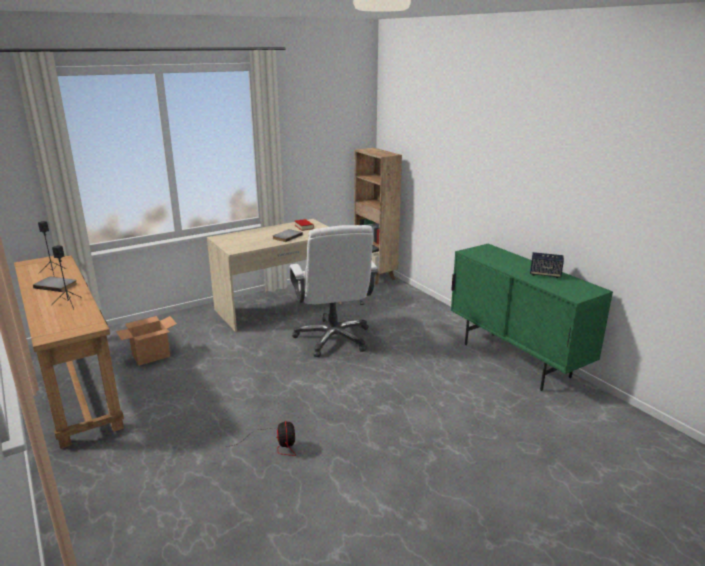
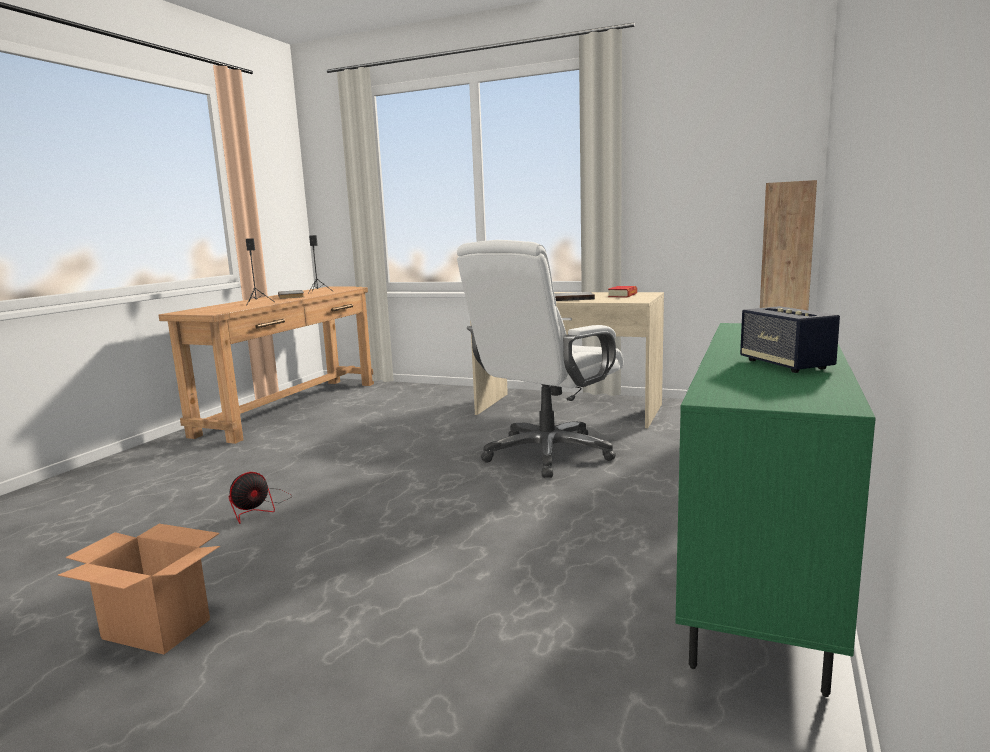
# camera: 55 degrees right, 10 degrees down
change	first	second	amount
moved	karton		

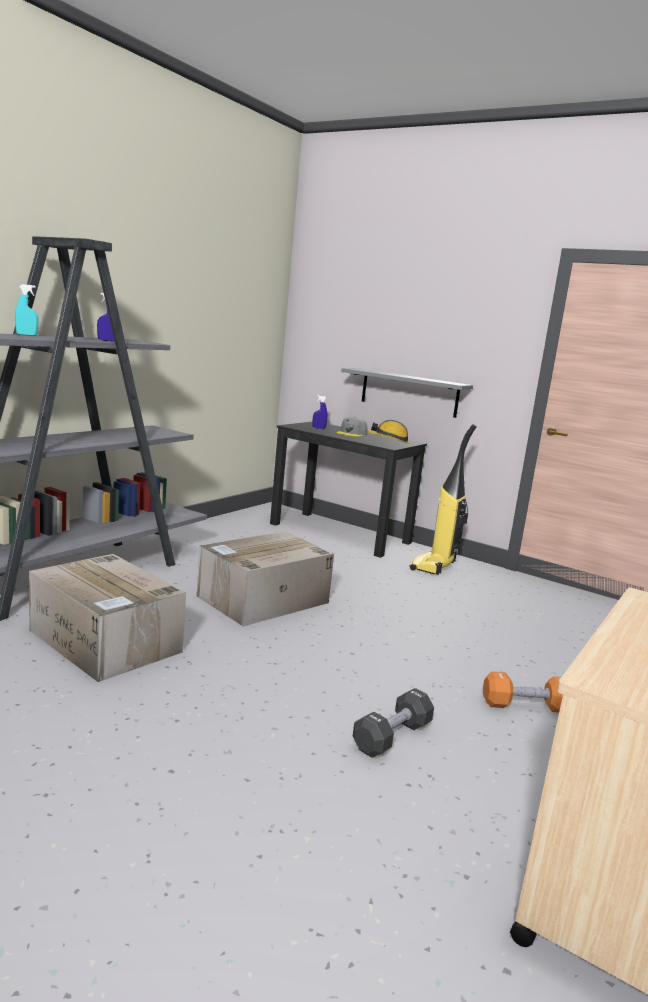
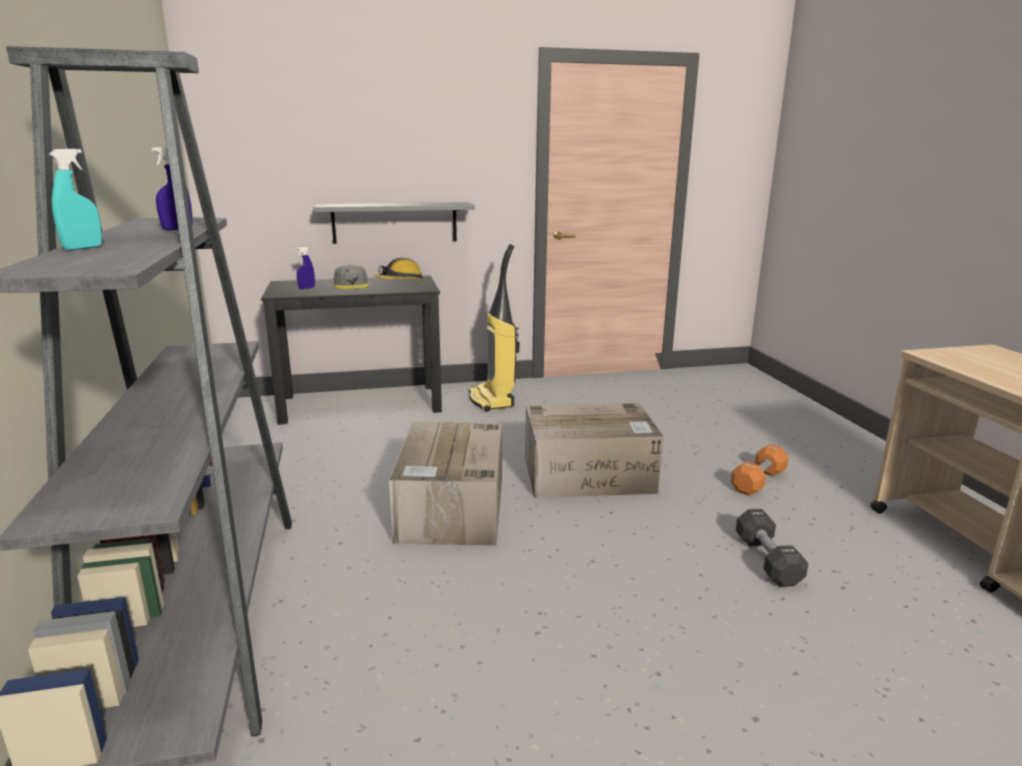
# camera: 45 degrees left, 5 degrees up
change	first	second	amount
moved	karton (1st from left in the first image)	karton (2nd from left)	

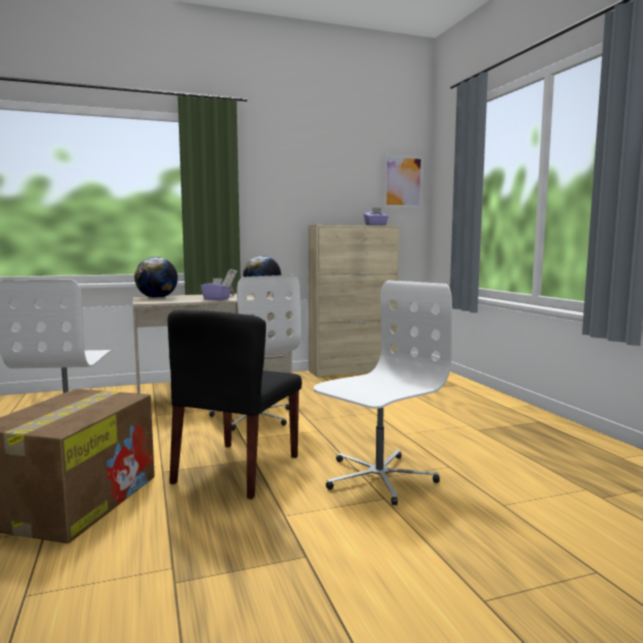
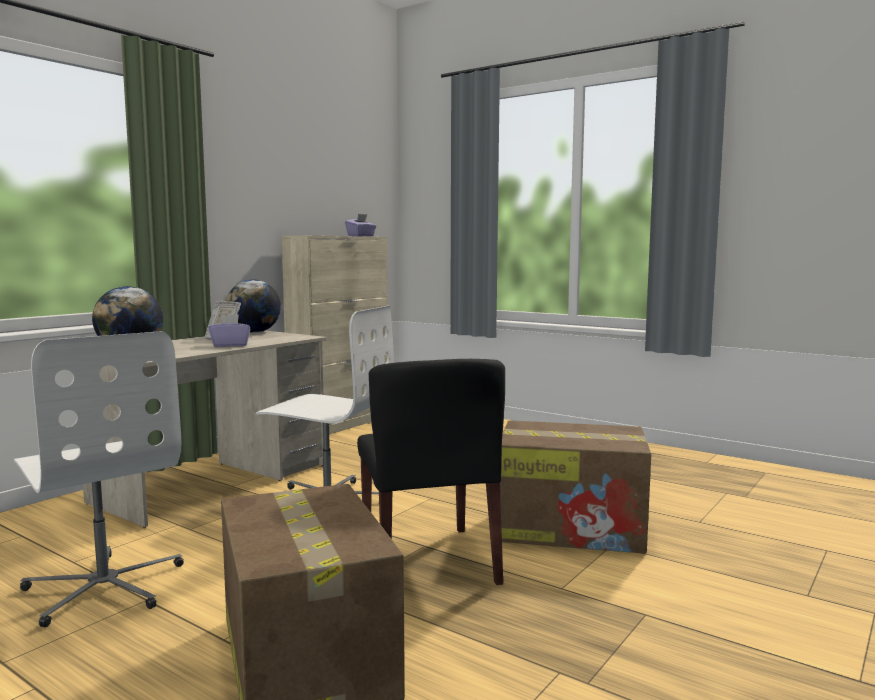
# camera: 35 degrees left, 0 degrees up
change	first	second	amount
replaced	krzesło biurowe/biały (3rd from left)	karton (2nd from left)	
removed	obraz		

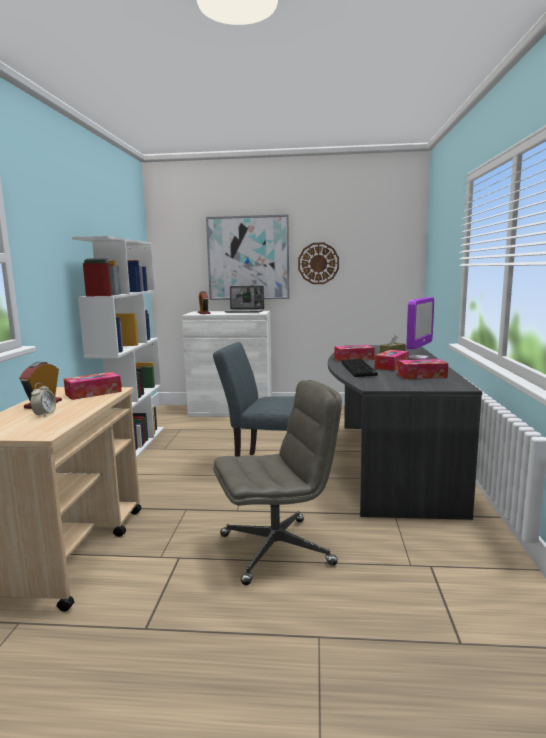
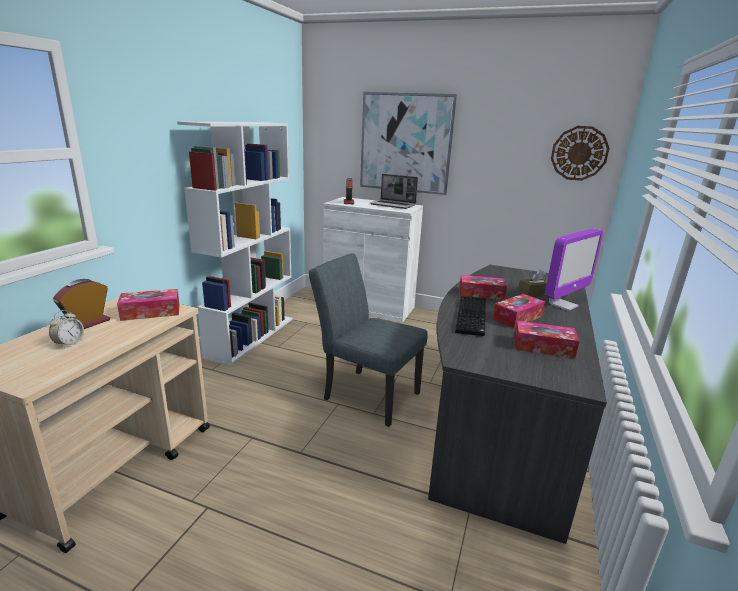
# camera: 15 degrees right, 10 degrees up
change	first	second	amount
moved	zegar ścienny		
removed	krzesło biurowe/szary		

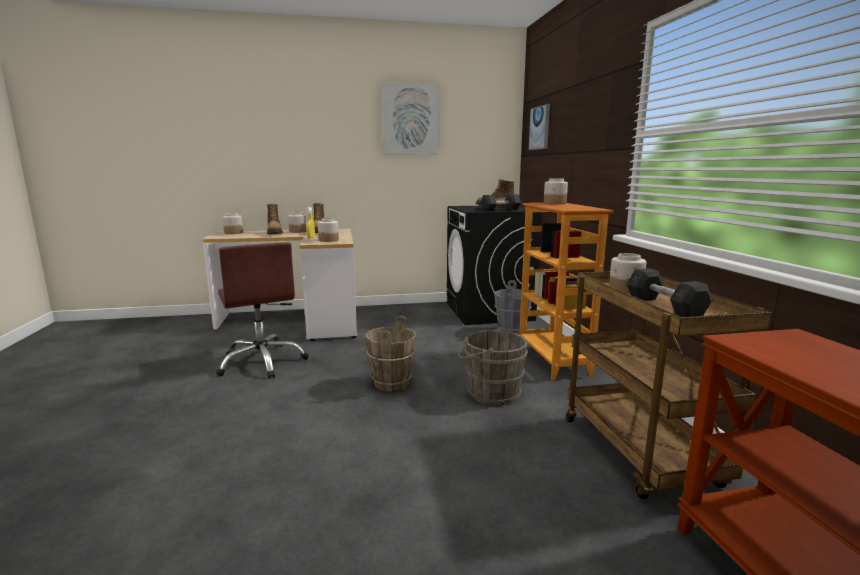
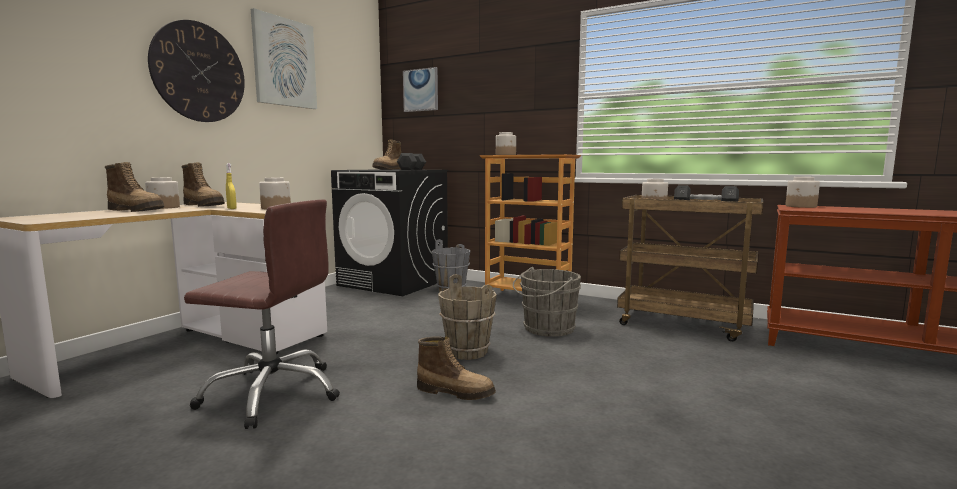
# camera: 50 degrees left, 5 degrees down
change	first	second	amount
added		zegar ścienny	
added		but z cholewką (4th from left)	
moved	słoik (1st from left in the first image)	słoik (5th from left)	

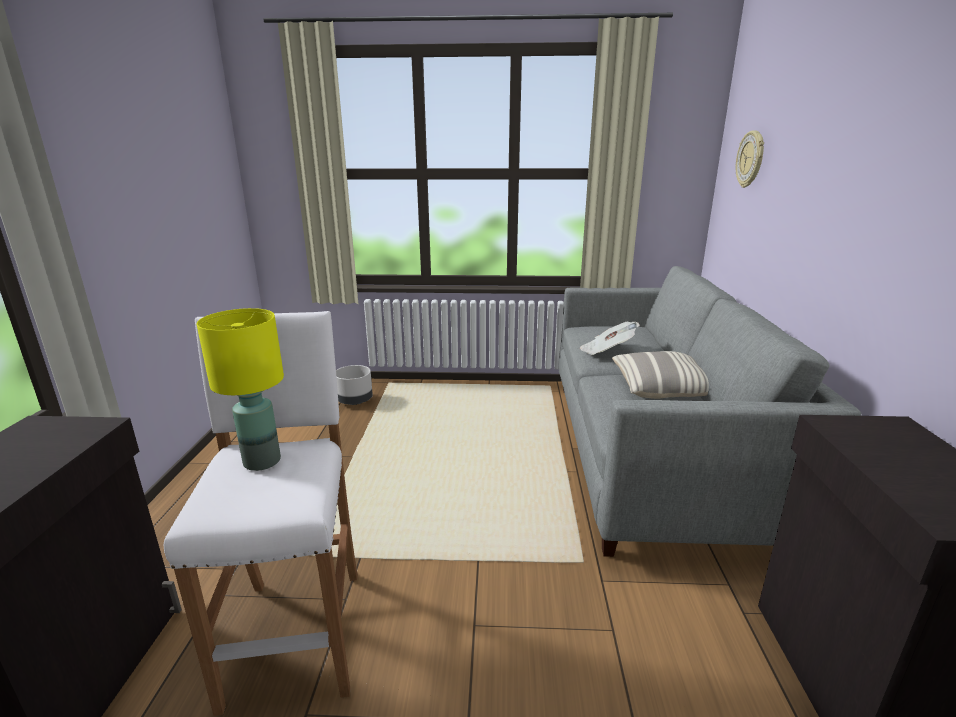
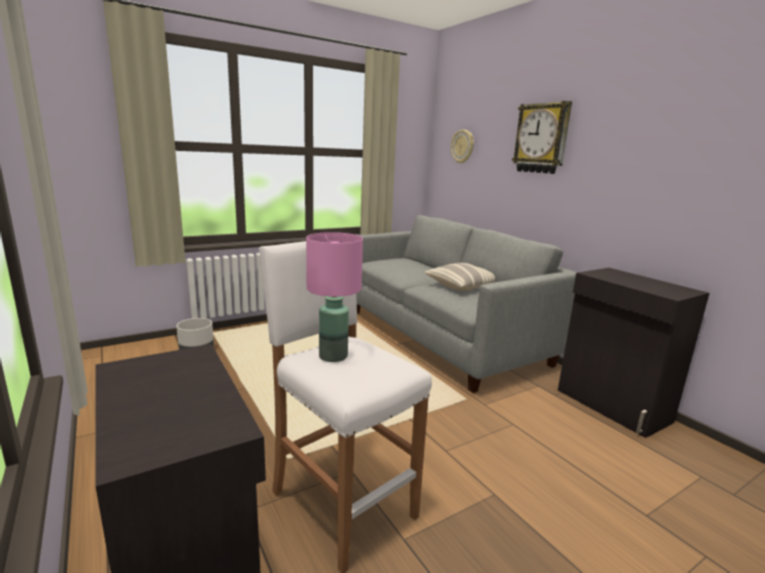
# camera: 35 degrees left, 5 degrees down
change	first	second	amount
recoloured	lampa stołowa/żółty	lampa stołowa/różowy	
added		zegar ścienny (2nd from left)	
removed	gazeta		

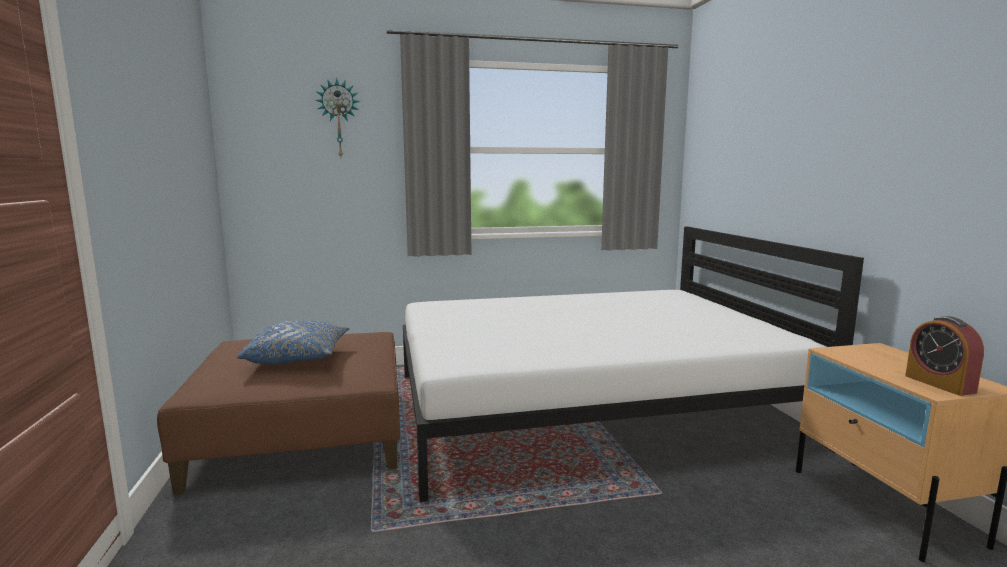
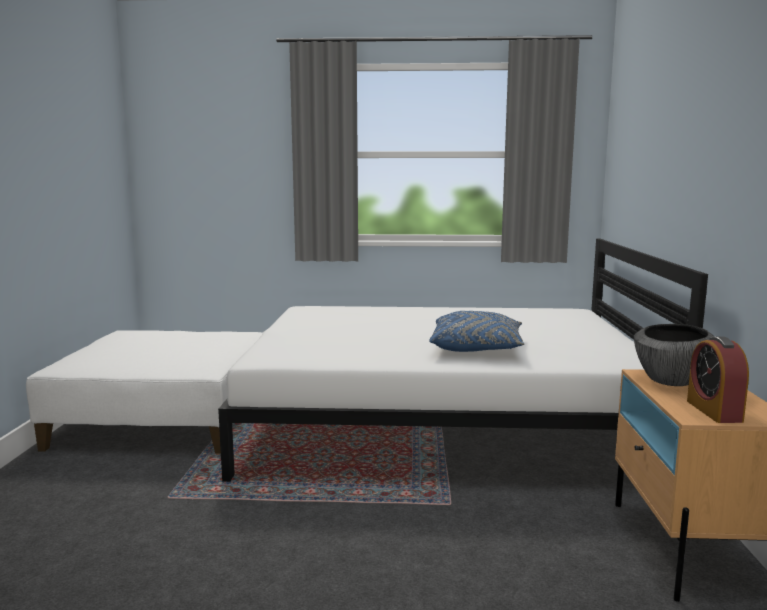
# camera: 15 degrees right, 0 degrees up
change	first	second	amount
recoloured	pufa/brązowy	pufa/biały	
moved	poduszka/niebieski		
added		miska	
removed	zegar ścienny		

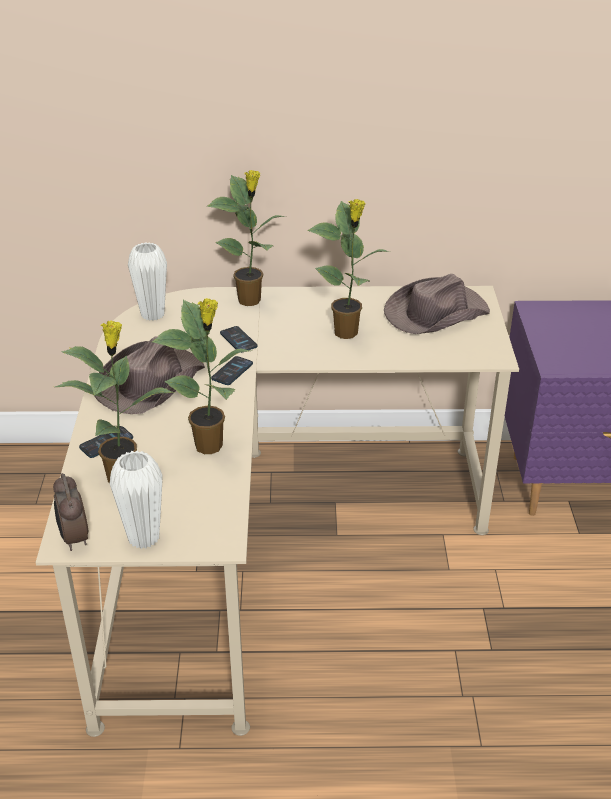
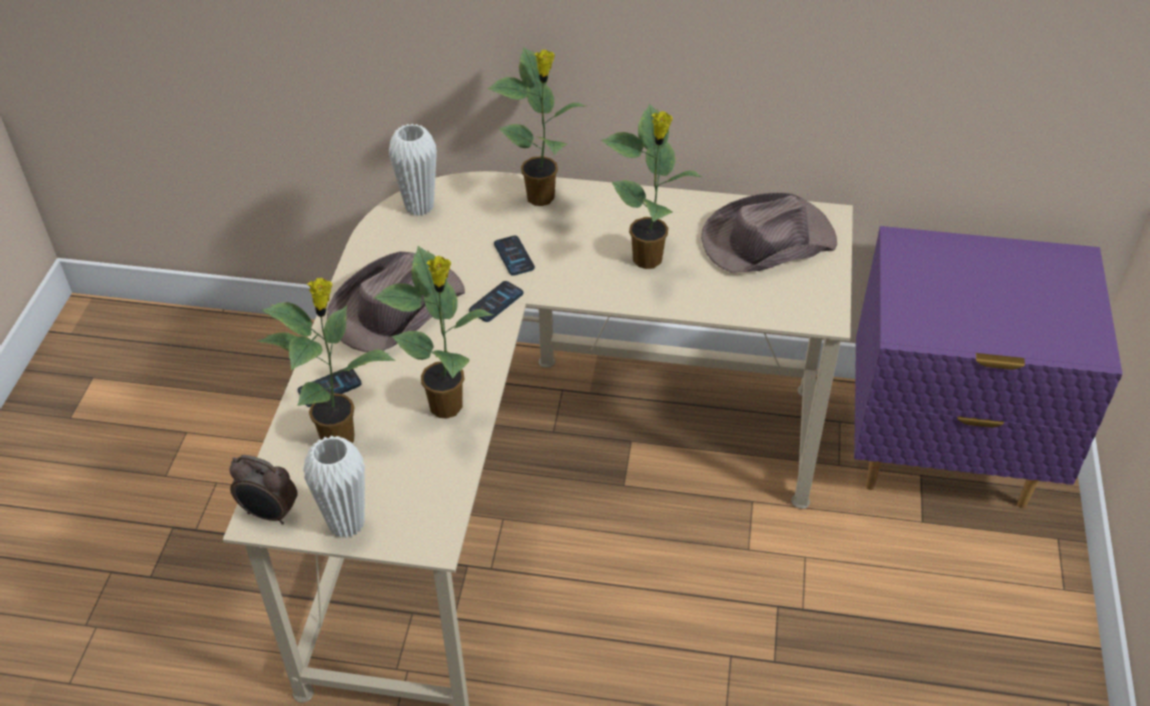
# camera: 10 degrees right, 10 degrees up
change	first	second	amount
turned	budzik		60 degrees counterclockwise

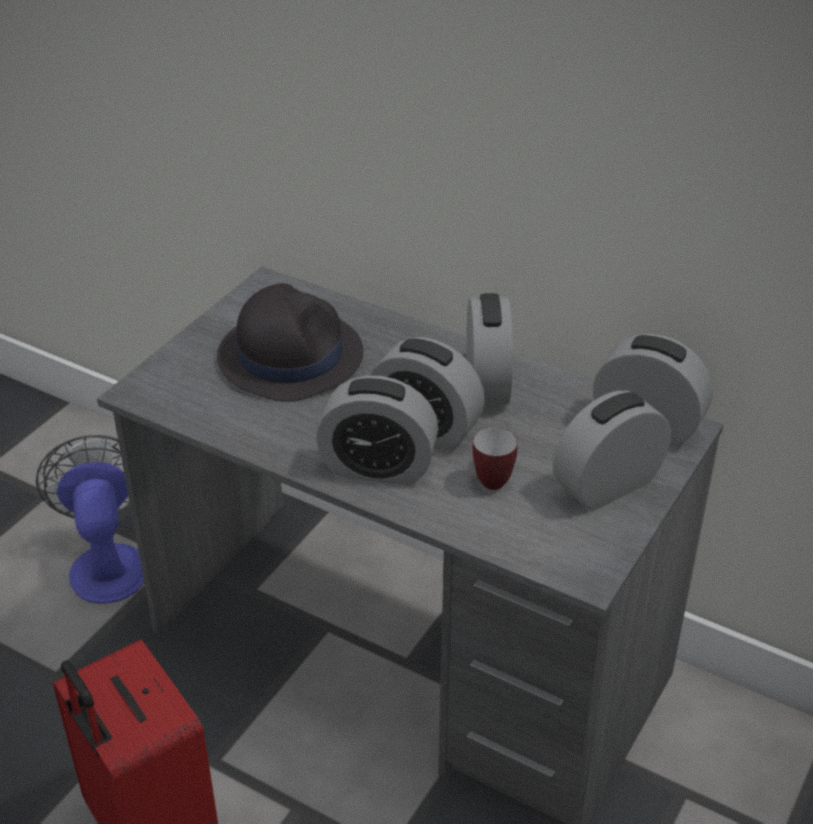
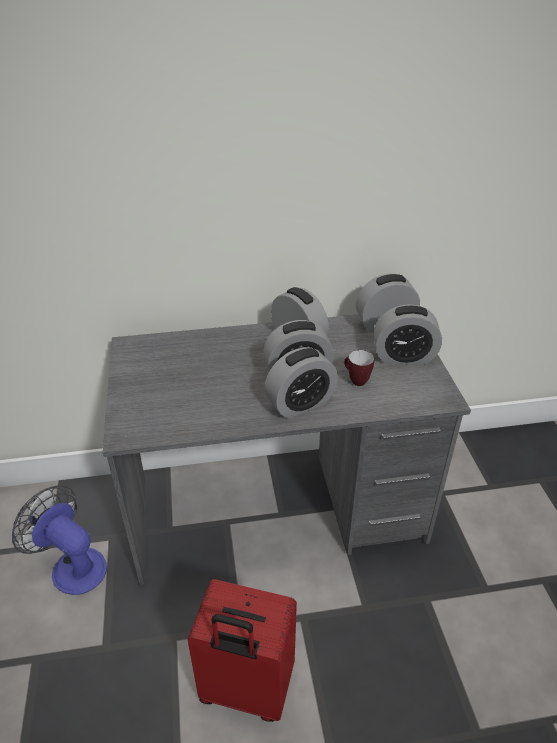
# camera: 40 degrees left, 0 degrees up
change	first	second	amount
turned	budzik (4th from left in the first image)	budzik (5th from left)	105 degrees counterclockwise
removed	kapelusz/czarny		

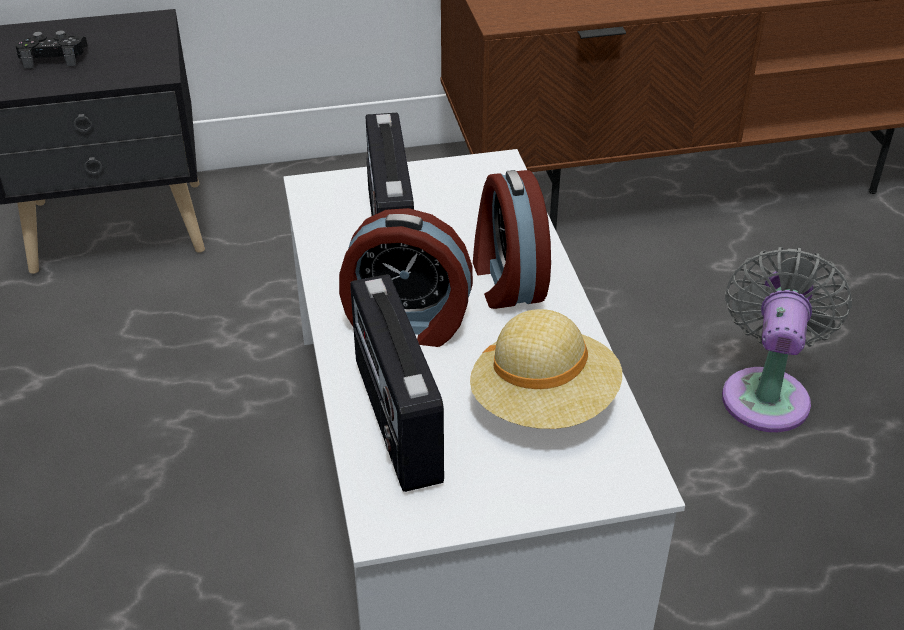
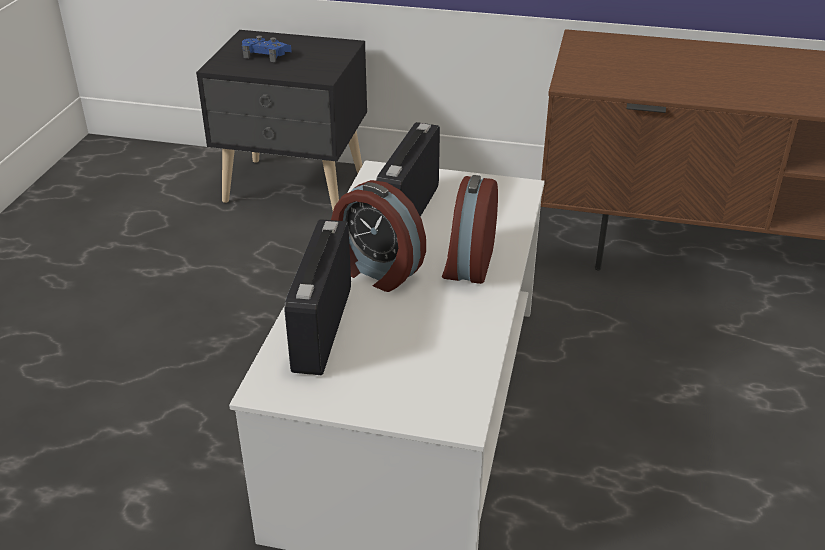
# camera: 25 degrees right, 5 degrees down
change	first	second	amount
recoloured	pad do gier/czarny	pad do gier/niebieski	
removed	kapelusz/beżowy		
removed	wentylator/szary		

